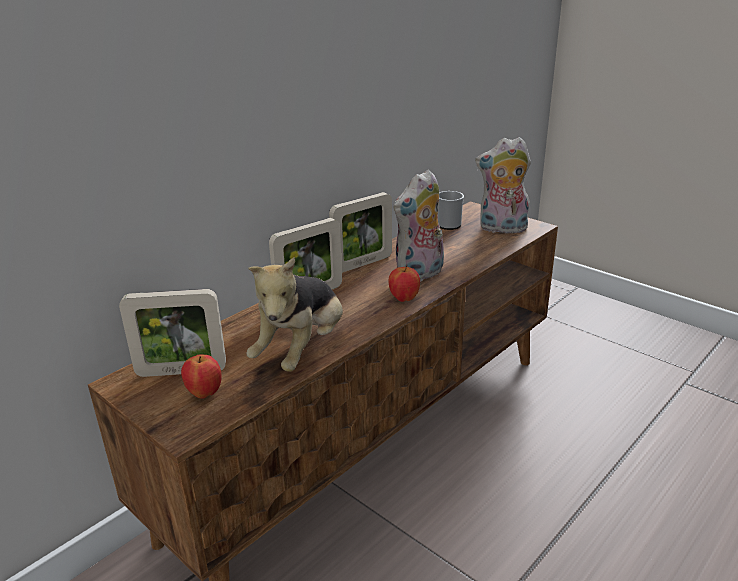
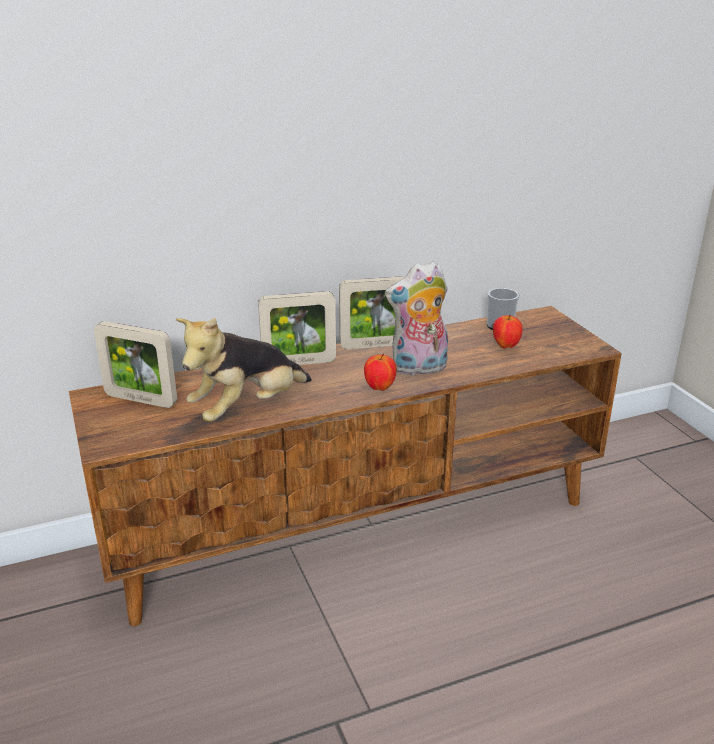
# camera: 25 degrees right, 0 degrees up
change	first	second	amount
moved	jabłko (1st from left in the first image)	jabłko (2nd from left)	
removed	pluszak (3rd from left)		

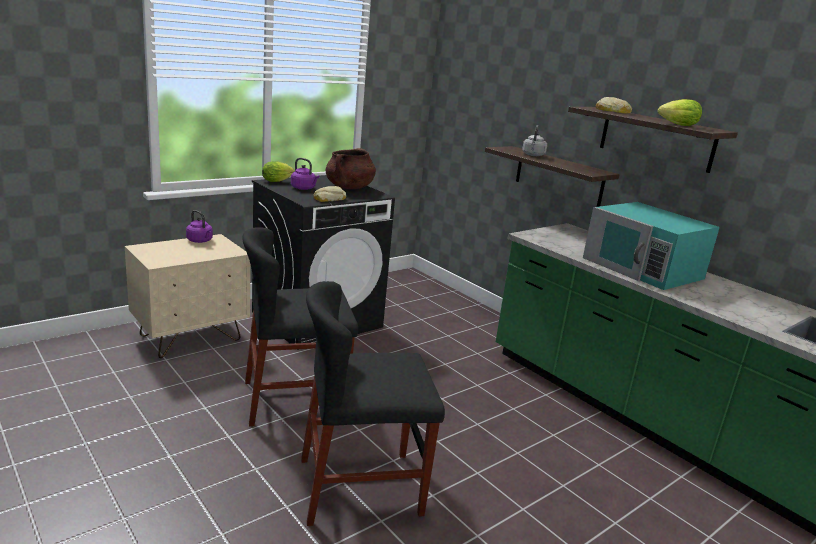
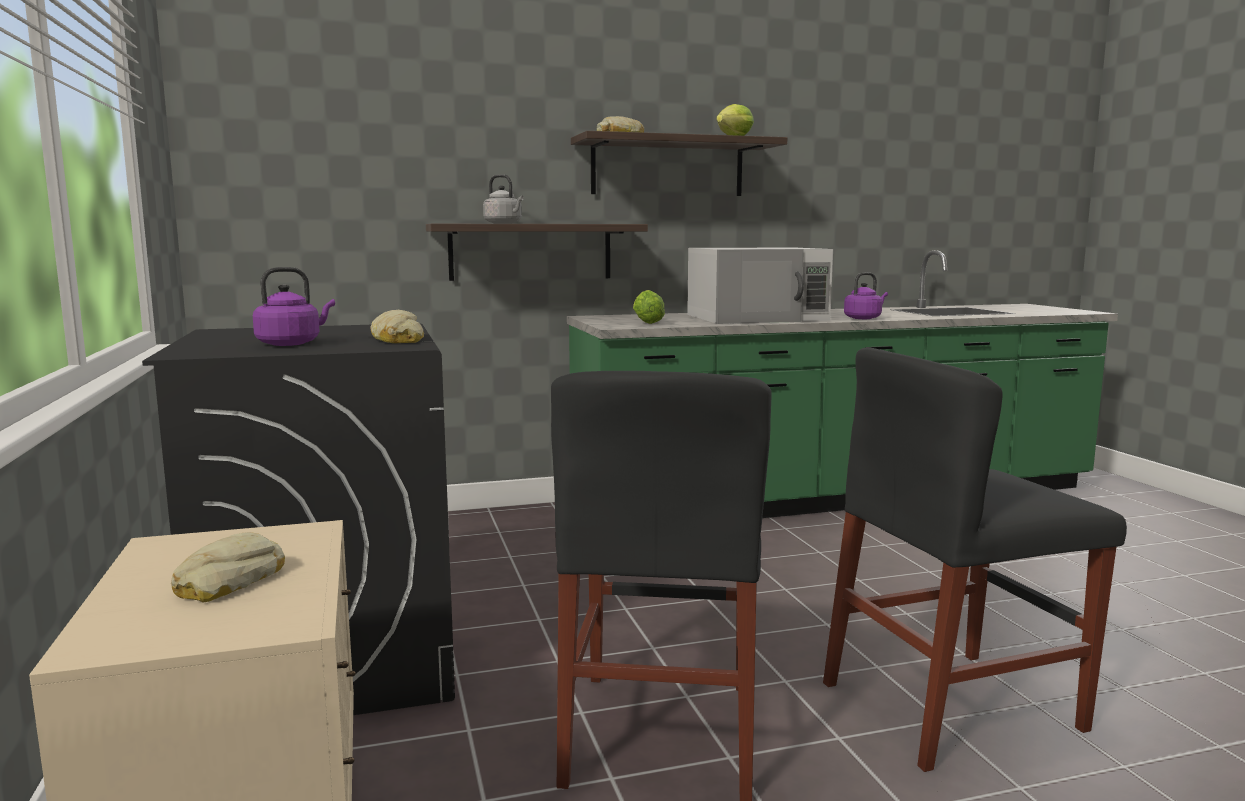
# camera: 65 degrees left, 10 degrees down
change	first	second	amount
added		chleb (1st from left)	
moved	sałata (1st from left)		
recoloured	mikrofalówka/turkusowy	mikrofalówka/biały	
turned	krzesło/czarny (2nd from left)		60 degrees clockwise
moved	czajnik/fioletowy (1st from left in the first image)	czajnik/fioletowy (2nd from left)	
removed	garnek/brązowy		

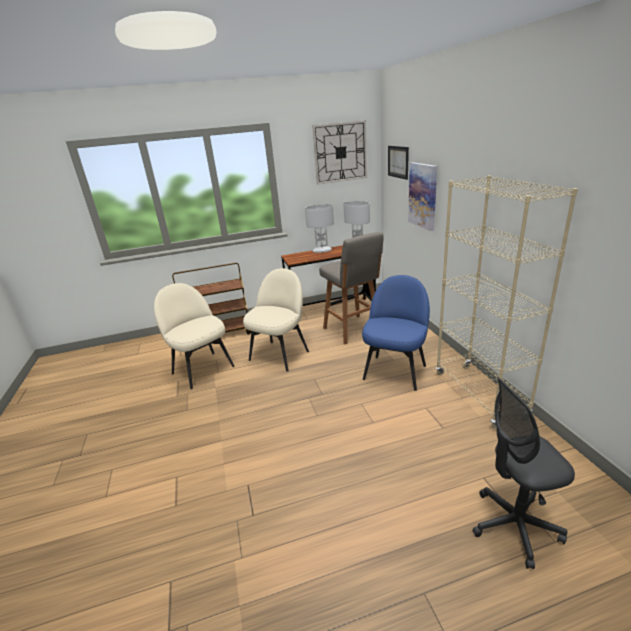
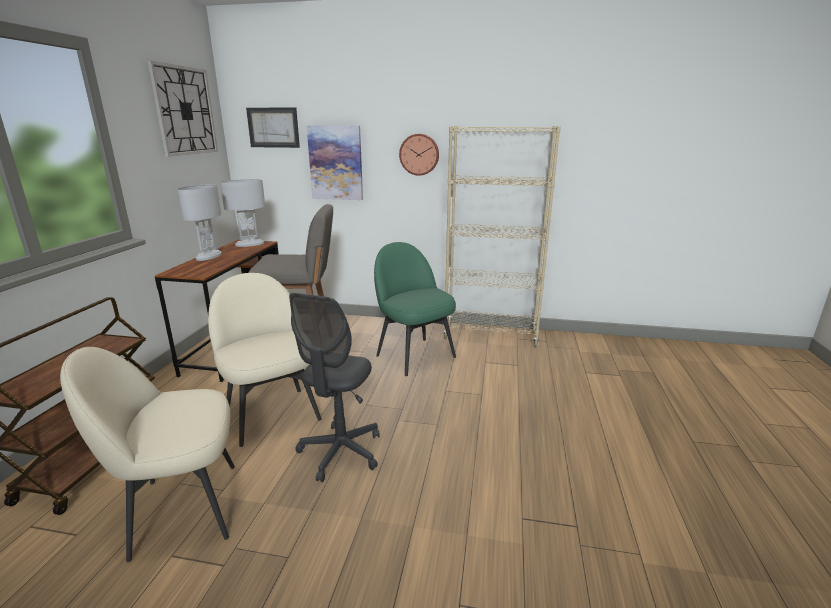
# camera: 65 degrees left, 5 degrees down
change	first	second	amount
moved	krzesło biurowe/szary		
recoloured	krzesło/niebieski	krzesło/zielony	
added		zegar ścienny (2nd from left)	

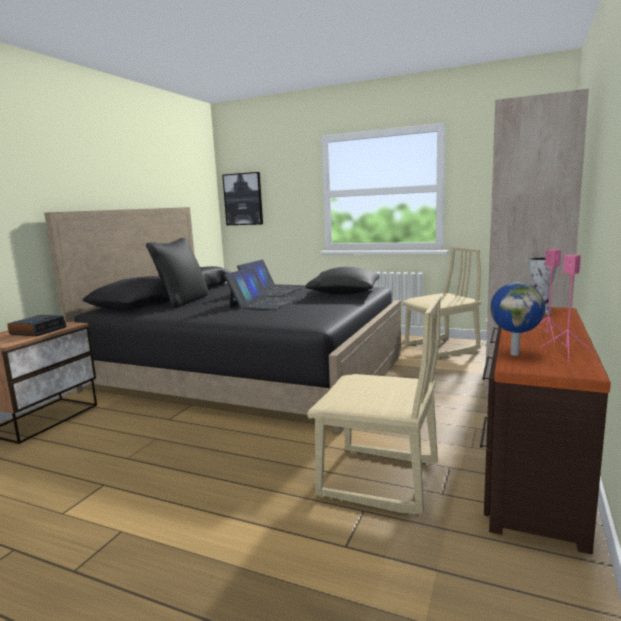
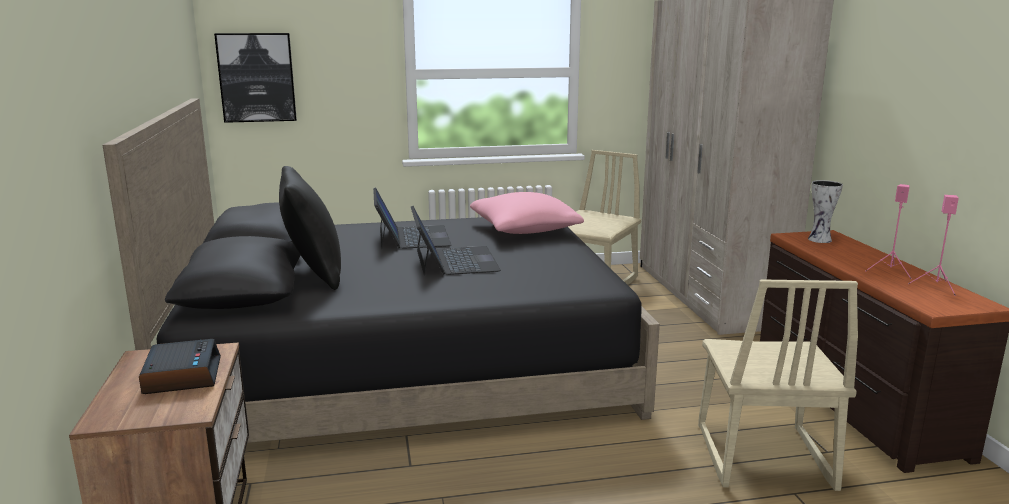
# camera: 35 degrees left, 5 degrees up
change	first	second	amount
recoloured	poduszka/czarny (2nd from left)	poduszka/różowy	
turned	krzesło/beżowy (1st from left in the first image)	krzesło/beżowy (2nd from left)	105 degrees clockwise
removed	globus		

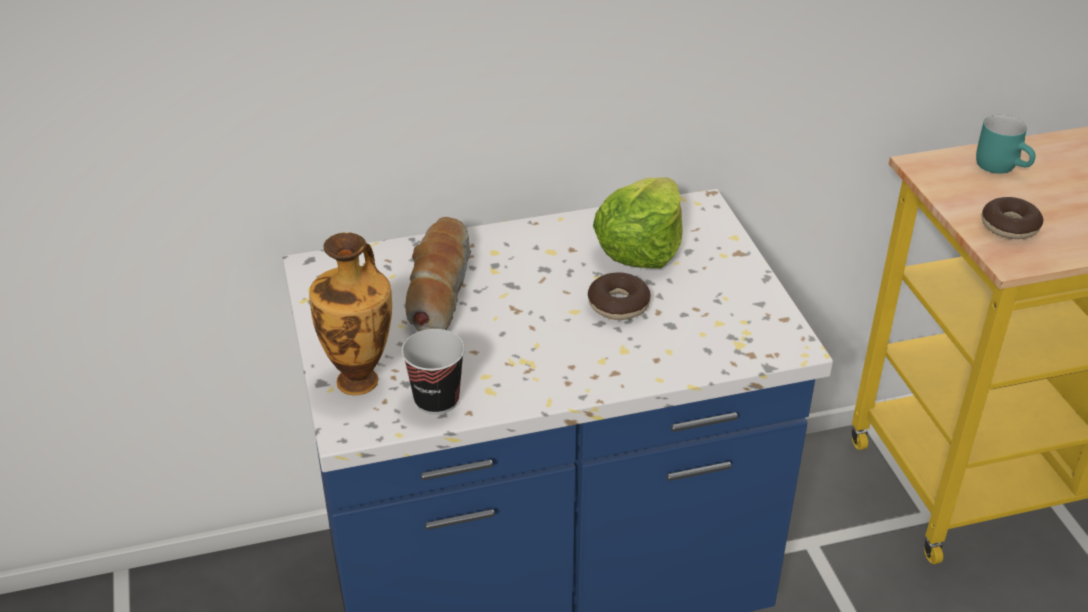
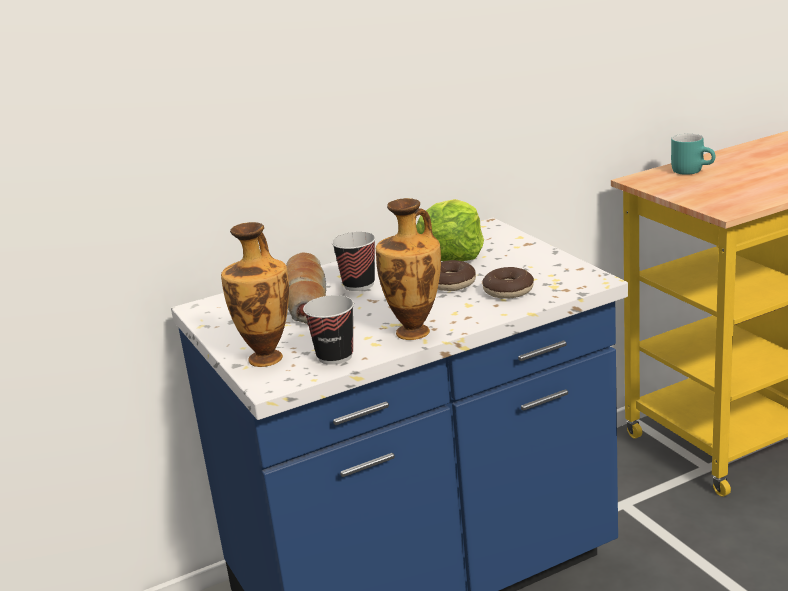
# camera: 10 degrees left, 15 degrees down
change	first	second	amount
added		filiżanka (2nd from left)	
added		wazon (2nd from left)	
moved	donut (2nd from left)		

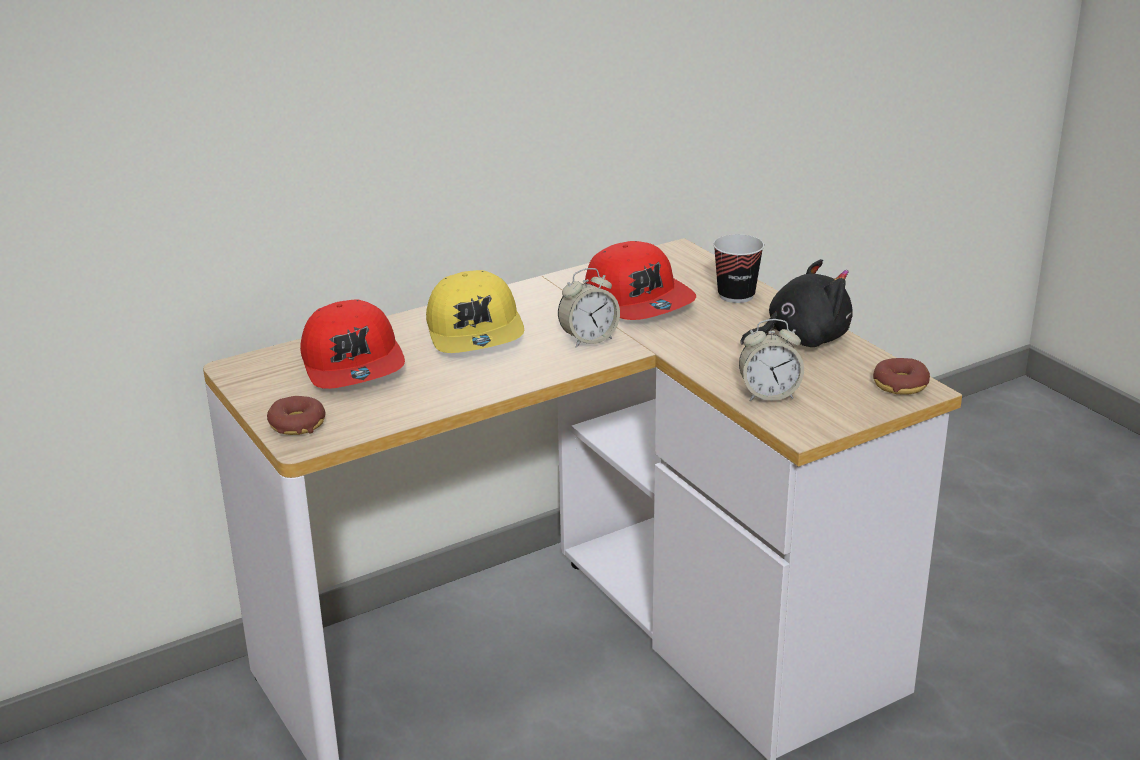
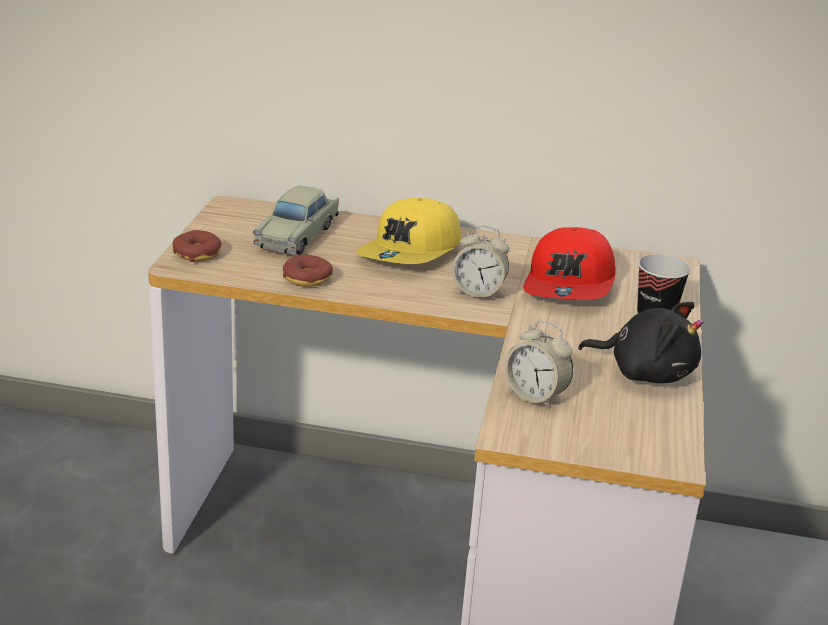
# camera: 40 degrees right, 0 degrees up
change	first	second	amount
replaced	czapka z daszkiem/czerwony (1st from left)	samochodzik/beżowy	
moved	donut (2nd from left)		

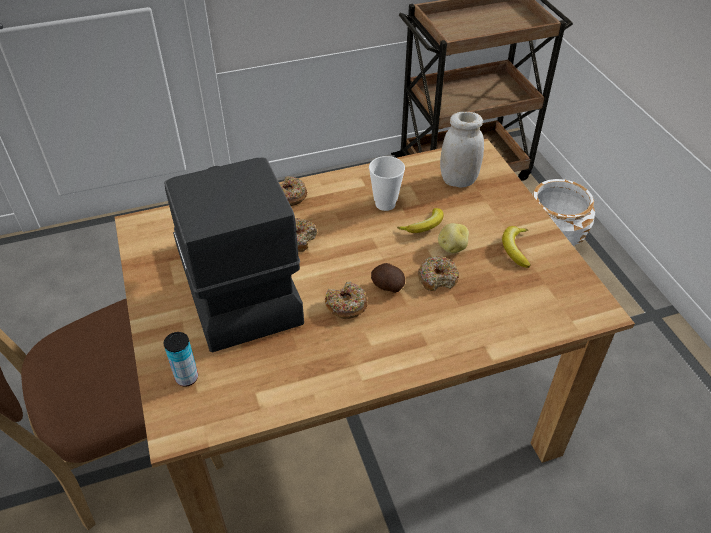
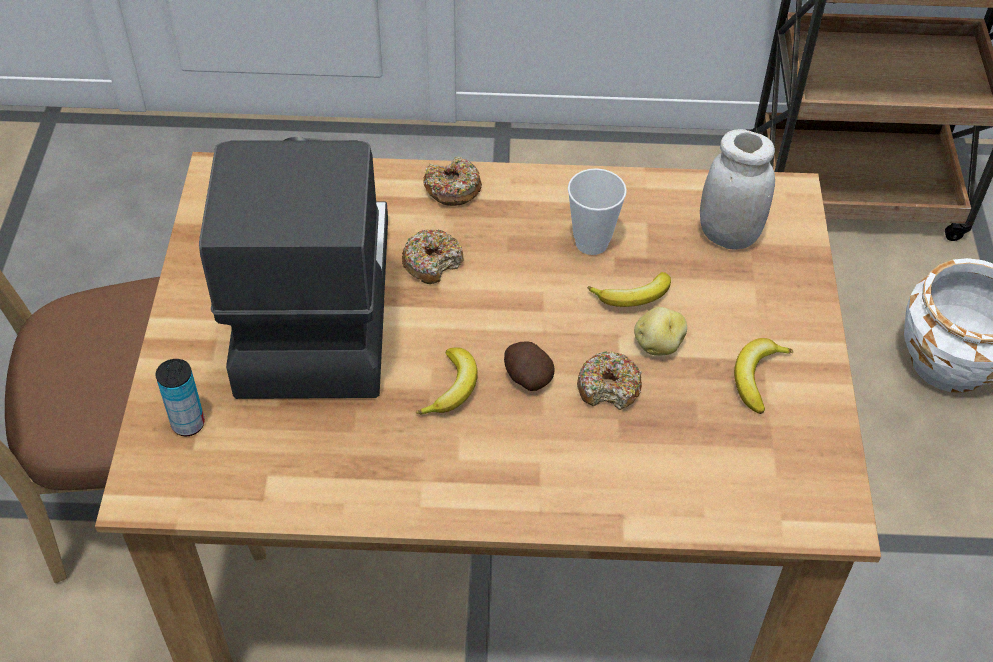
# camera: 20 degrees right, 5 degrees up
change	first	second	amount
replaced	donut (3rd from left)	banan (1st from left)	

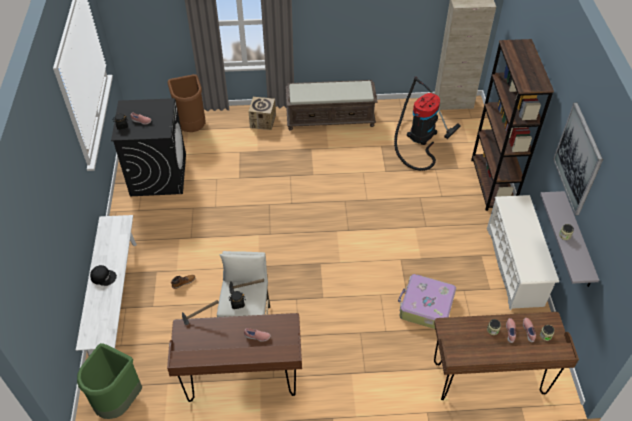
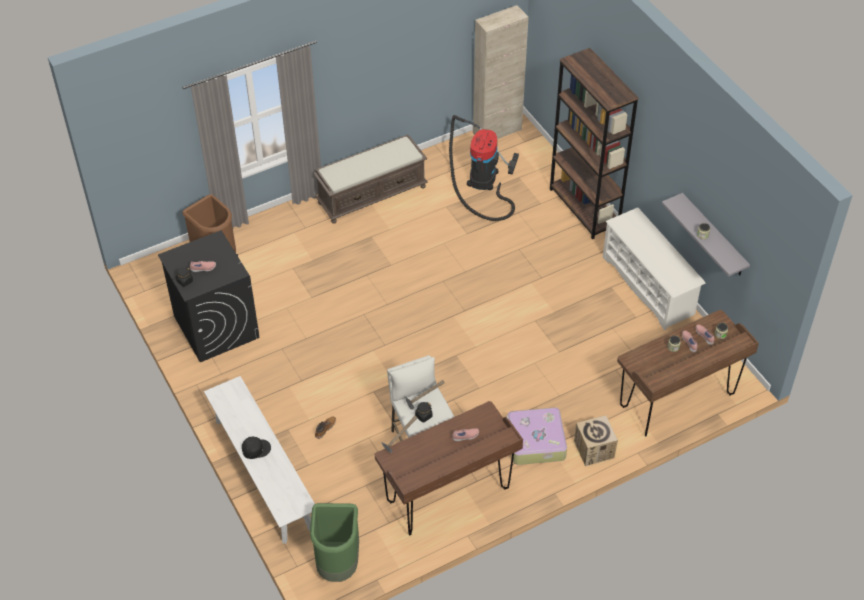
# camera: 25 degrees left, 0 degrees up
change	first	second	amount
moved	walizka		
moved	karton		
removed	obraz		

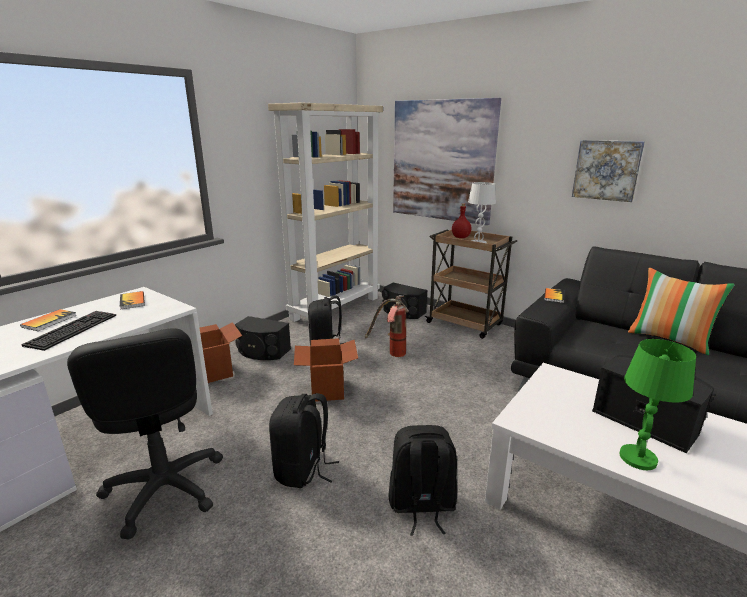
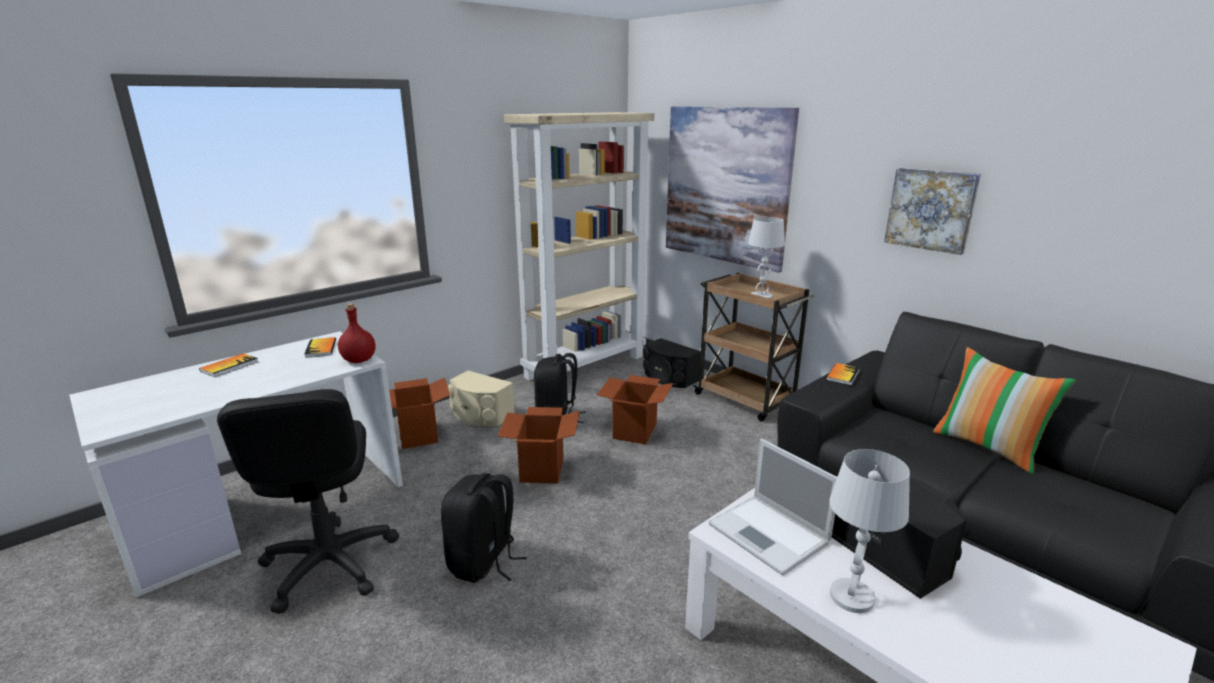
# camera: 10 degrees right, 0 degrees up
change	first	second	amount
moved	butelka/czerwony		
recoloured	głośnik/czarny (1st from left)	głośnik/beżowy	
replaced	gaśnica	karton (3rd from left)	
added		laptop	
recoloured	lampa stołowa/zielony	lampa stołowa/biały (2nd from left)	
removed	klawiatura		
removed	plecak/czarny (3rd from left)		

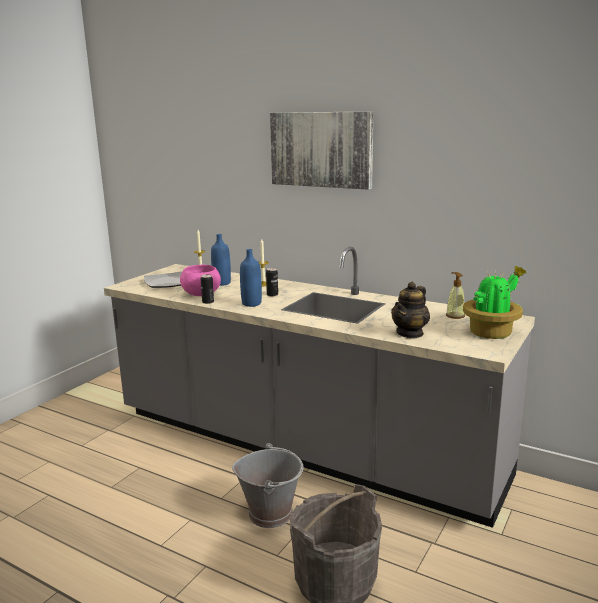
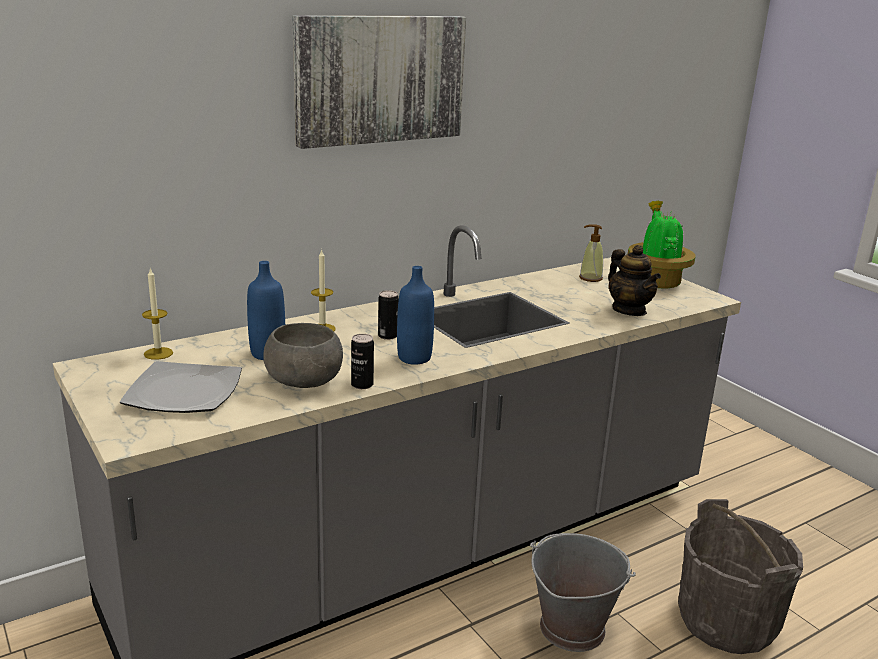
# camera: 65 degrees left, 5 degrees up
change	first	second	amount
recoloured	miska/różowy	miska/szary	

